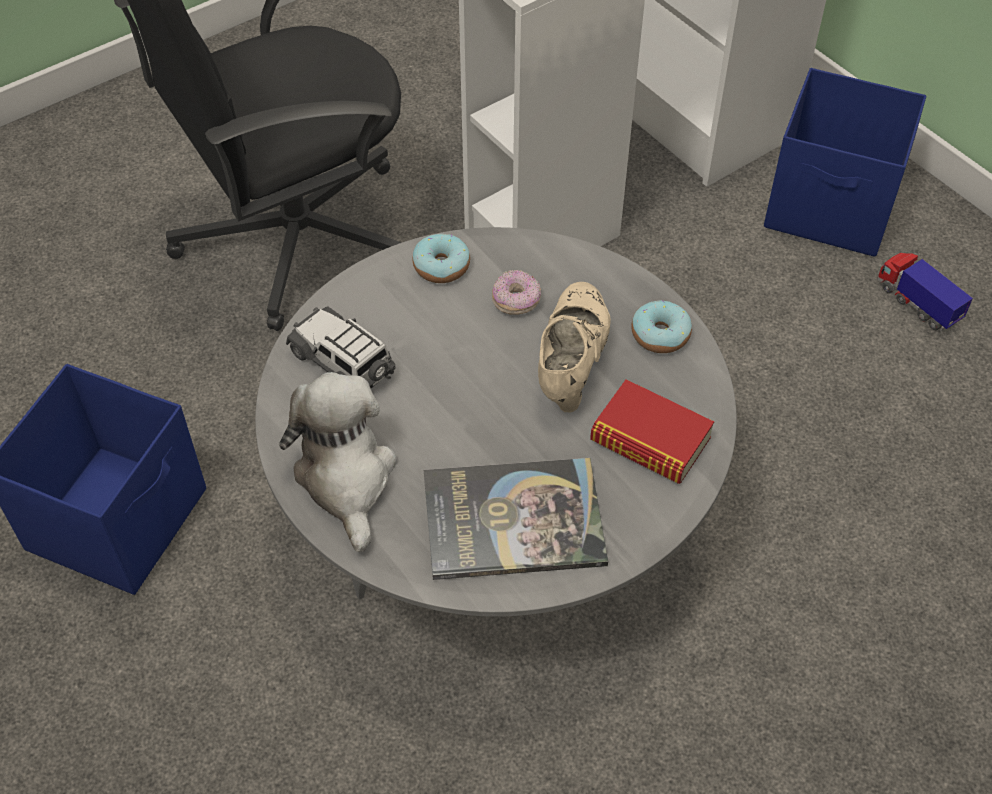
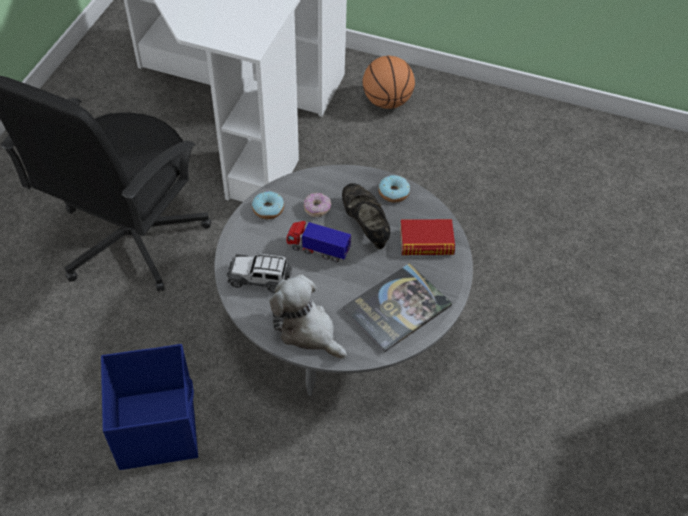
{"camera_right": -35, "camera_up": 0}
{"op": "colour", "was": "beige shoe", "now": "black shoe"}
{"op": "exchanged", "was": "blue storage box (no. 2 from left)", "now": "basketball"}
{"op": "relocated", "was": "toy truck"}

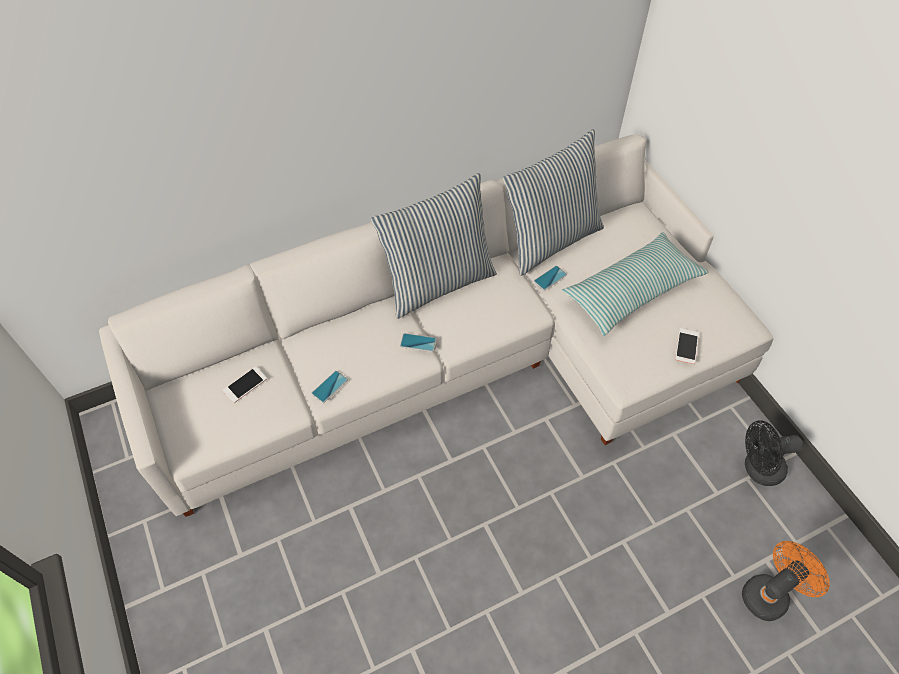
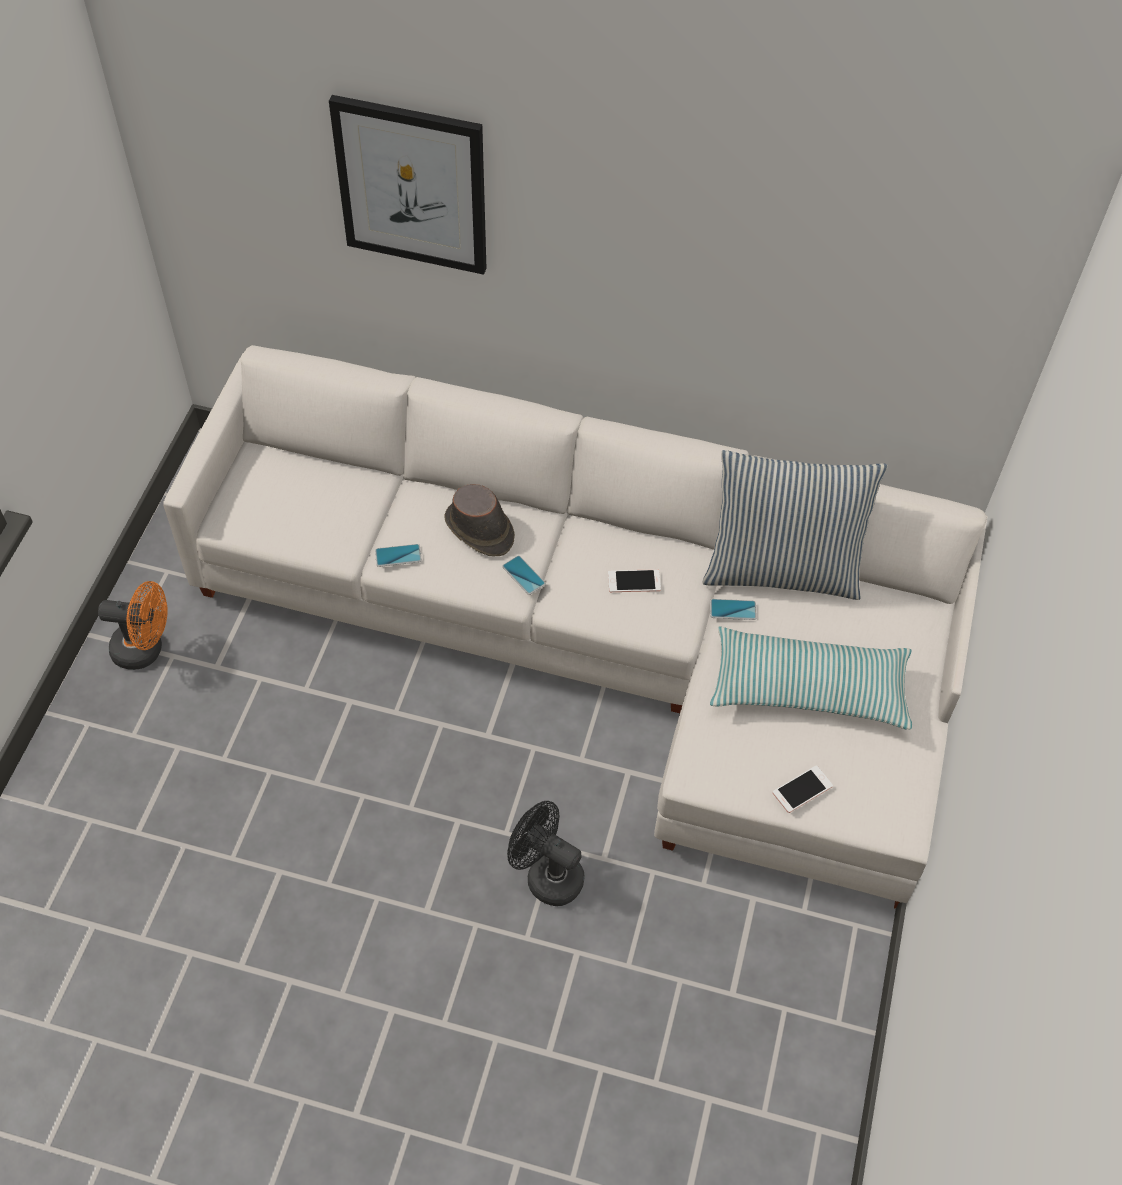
{"camera_right": 40, "camera_up": 0}
{"op": "relocated", "was": "phone (no. 1 from left in the first image)", "now": "phone (no. 3 from left)"}
{"op": "missing", "was": "pillow (no. 1 from left)"}
{"op": "relocated", "was": "orange fan"}
{"op": "relocated", "was": "black fan"}
{"op": "appeared", "now": "picture"}
{"op": "appeared", "now": "brown hat"}

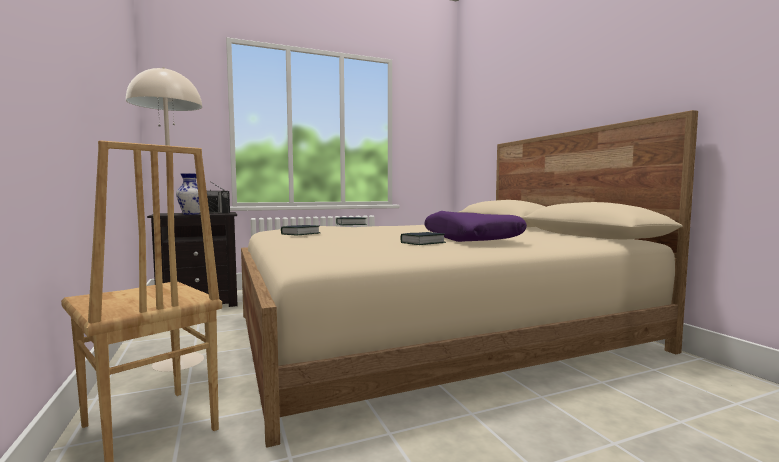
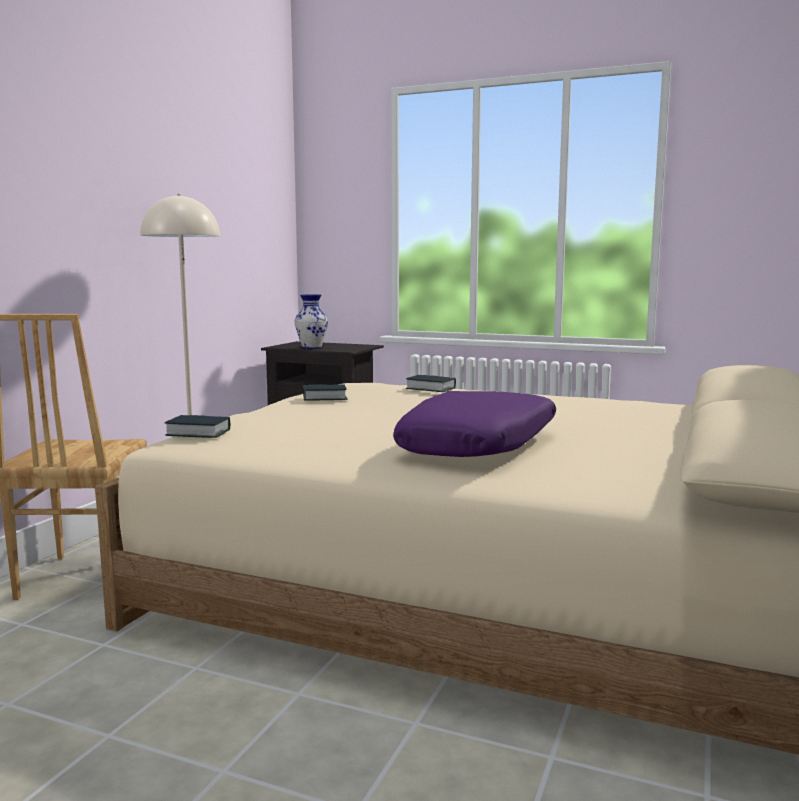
{"camera_right": 45, "camera_up": 5}
{"op": "missing", "was": "radio"}
{"op": "relocated", "was": "book (no. 3 from left in the first image)", "now": "book (no. 1 from left)"}

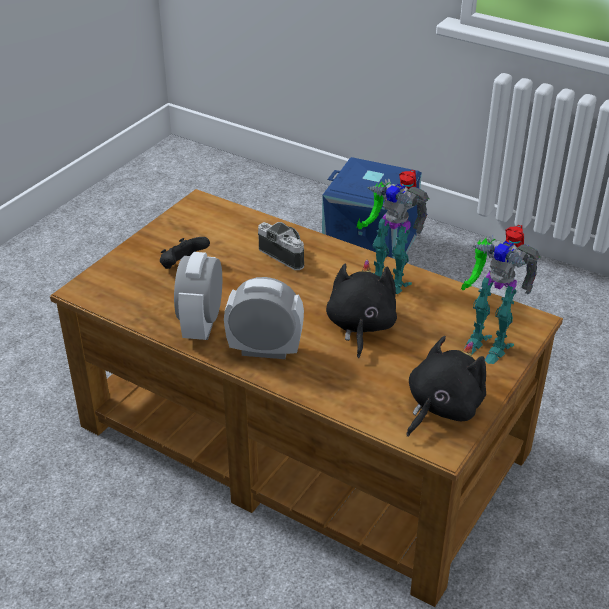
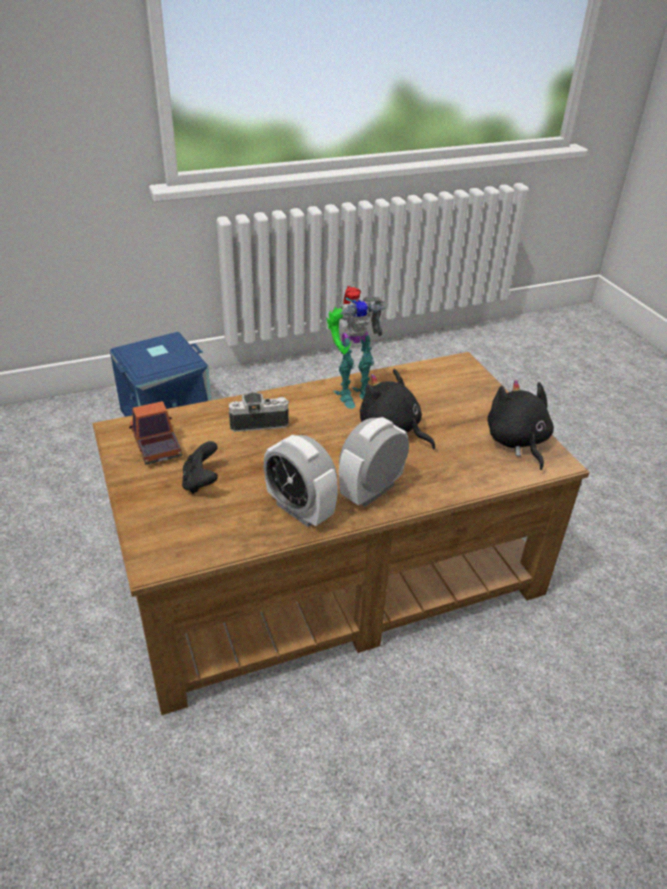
{"camera_right": -55, "camera_up": 0}
{"op": "missing", "was": "toy robot (no. 2 from left)"}
{"op": "appeared", "now": "toy truck"}

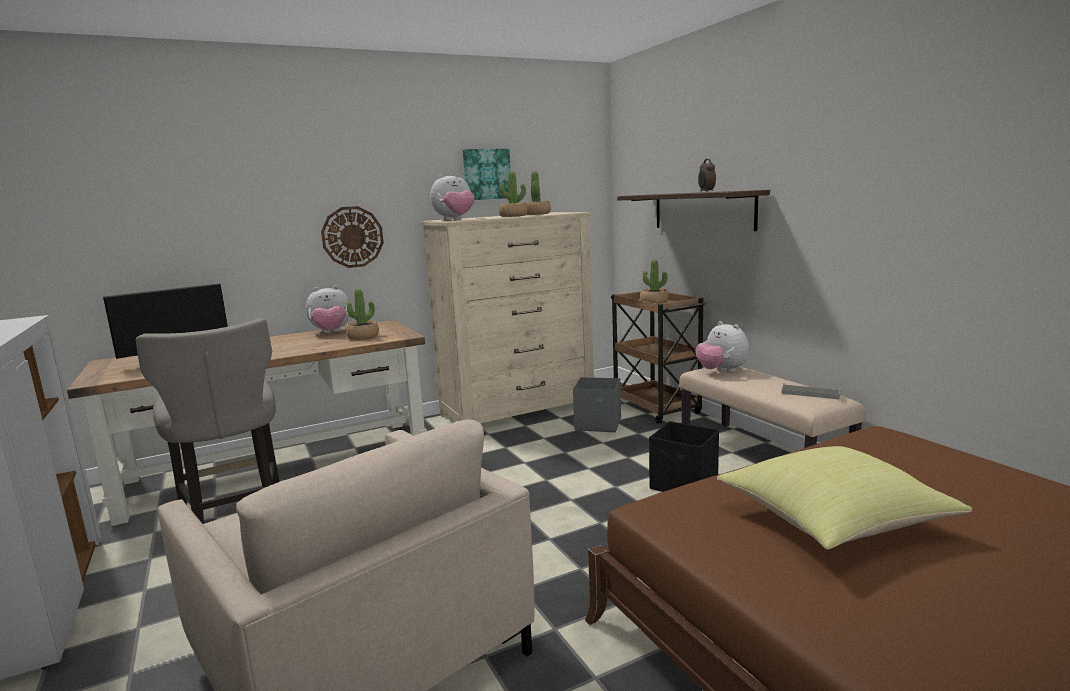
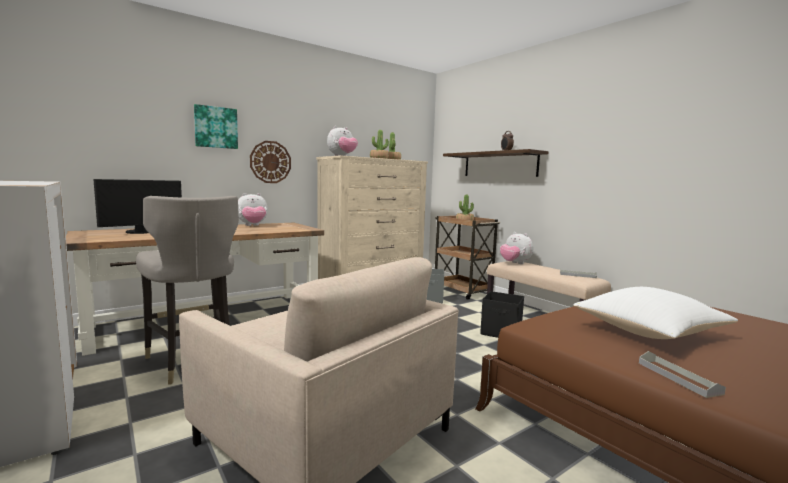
{"camera_right": -10, "camera_up": -5}
{"op": "missing", "was": "potted plant (no. 1 from left)"}
{"op": "relocated", "was": "picture"}
{"op": "colour", "was": "yellow pillow", "now": "white pillow"}
{"op": "appeared", "now": "grey tray (no. 2 from left)"}

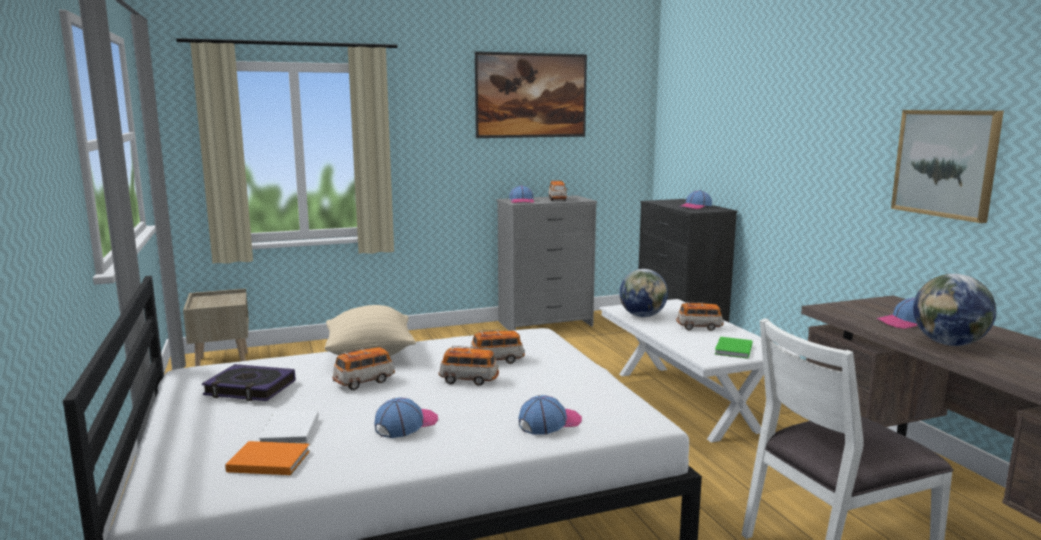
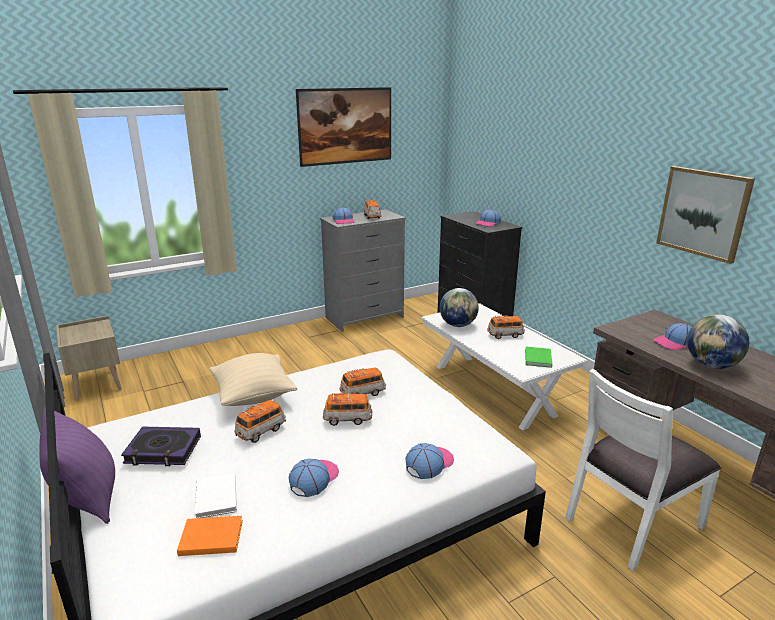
{"camera_right": -10, "camera_up": 10}
{"op": "appeared", "now": "purple pillow"}

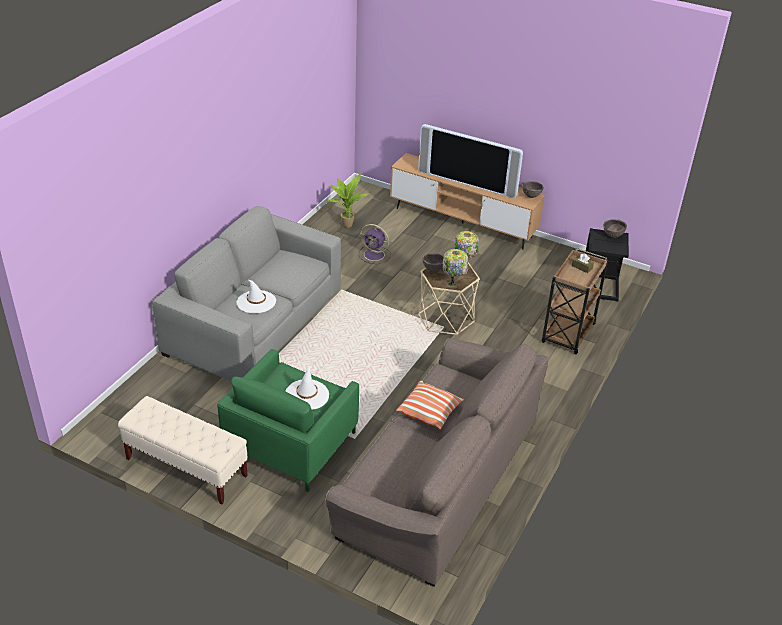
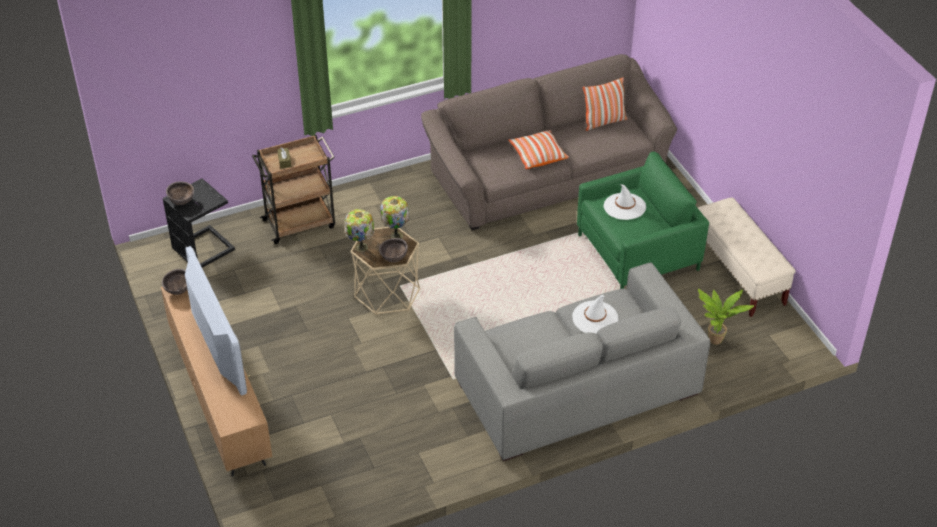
{"camera_right": -140, "camera_up": 5}
{"op": "relocated", "was": "potted plant"}
{"op": "missing", "was": "purple fan"}
{"op": "appeared", "now": "pillow (no. 2 from left)"}

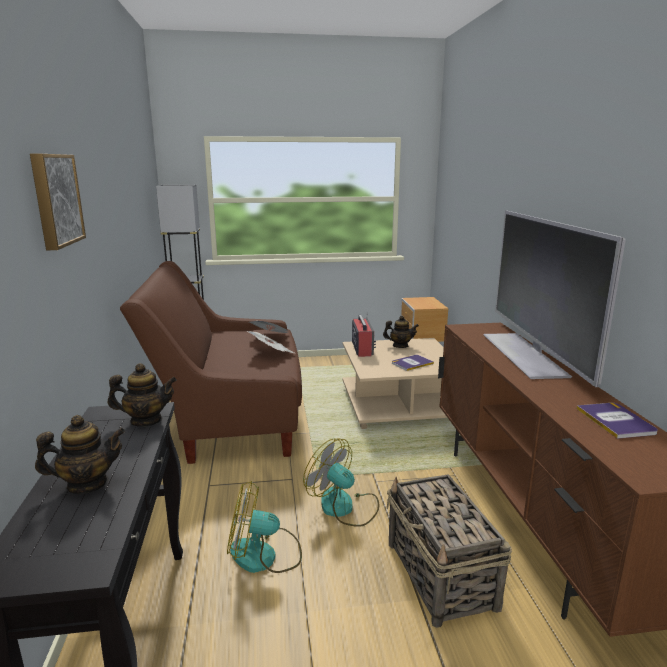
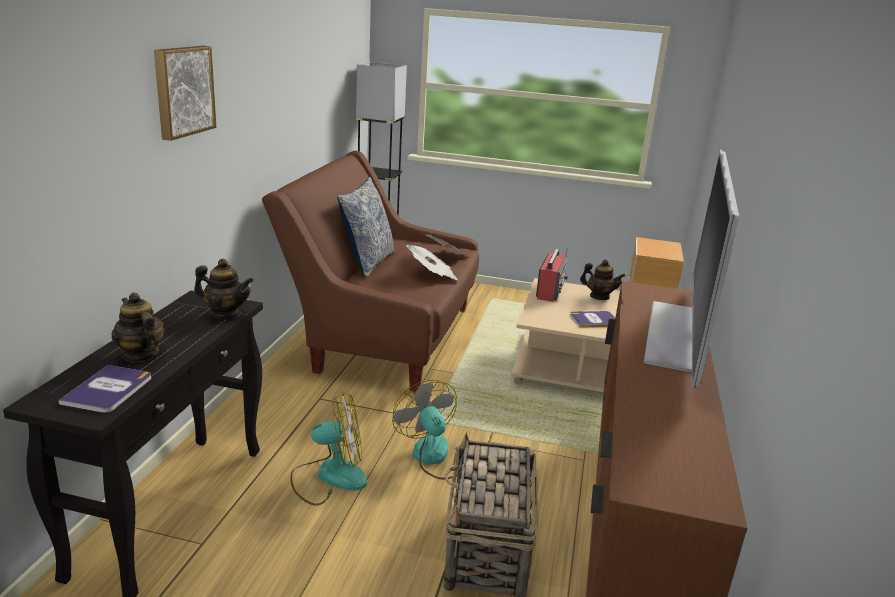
{"camera_right": 20, "camera_up": 5}
{"op": "spun", "was": "teapot (no. 1 from left)", "clockwise": -135}
{"op": "spun", "was": "fan (no. 1 from left)", "clockwise": 150}
{"op": "relocated", "was": "book (no. 2 from left in the first image)", "now": "book (no. 1 from left)"}
{"op": "appeared", "now": "pillow"}

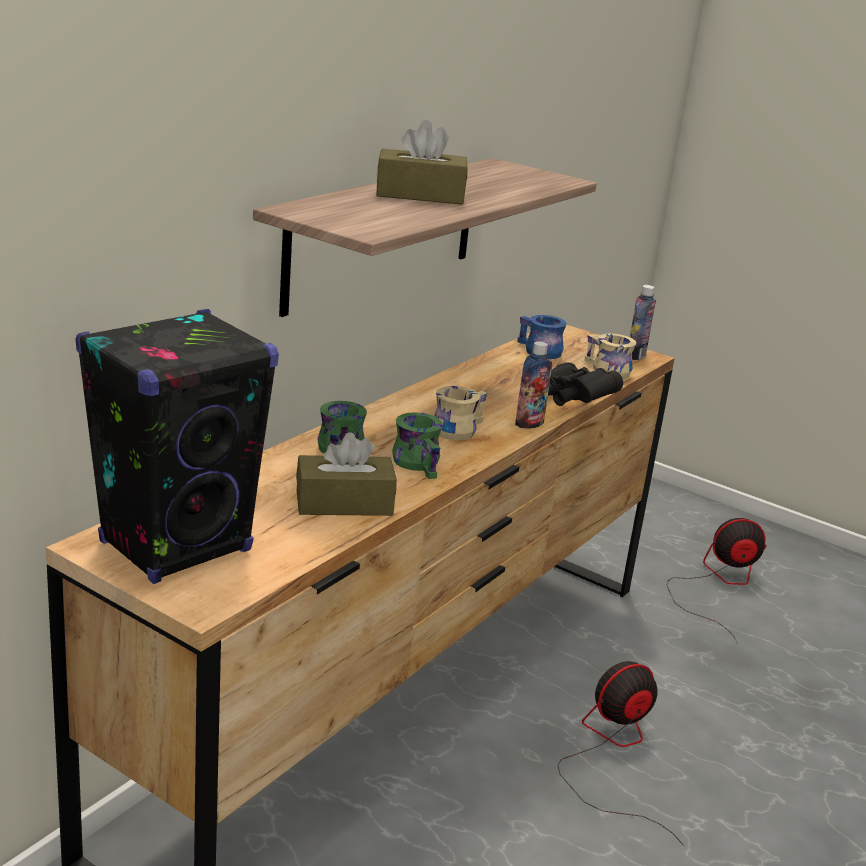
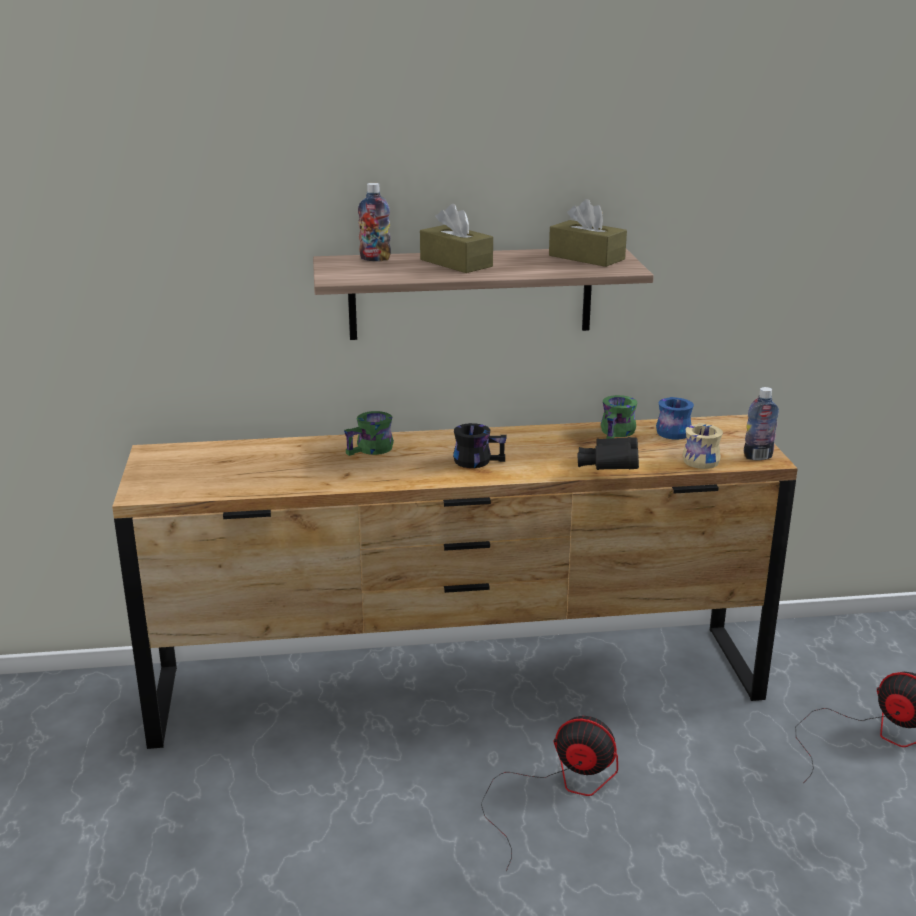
{"camera_right": 50, "camera_up": 0}
{"op": "missing", "was": "black speaker"}
{"op": "relocated", "was": "brown tissue box (no. 1 from left in the first image)", "now": "brown tissue box (no. 2 from left)"}
{"op": "relocated", "was": "green mug (no. 2 from left)"}
{"op": "colour", "was": "beige mug (no. 1 from left)", "now": "black mug"}
{"op": "relocated", "was": "bottle (no. 1 from left)"}

